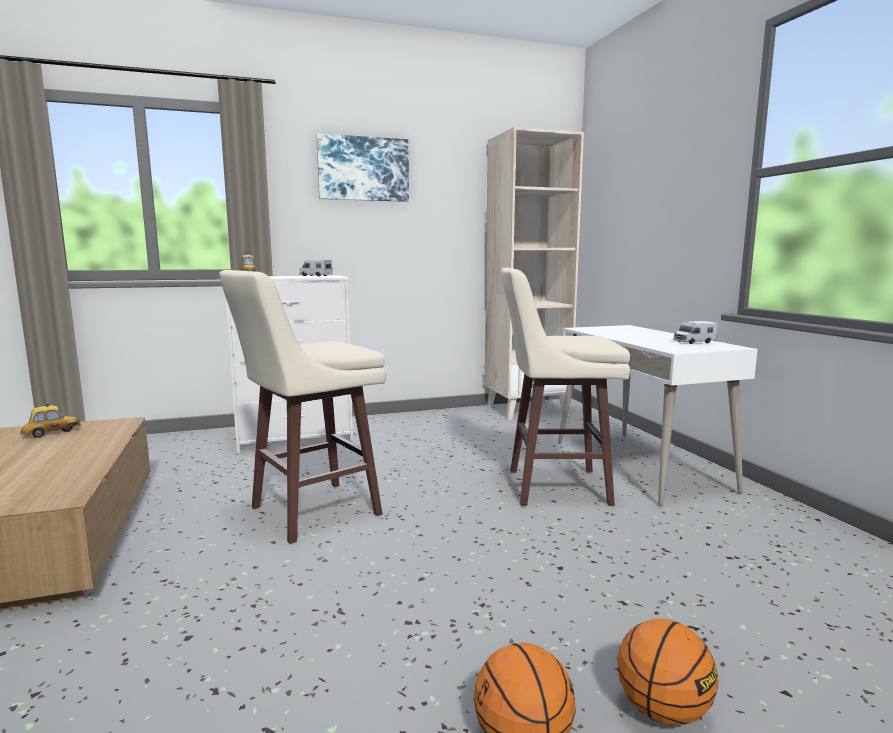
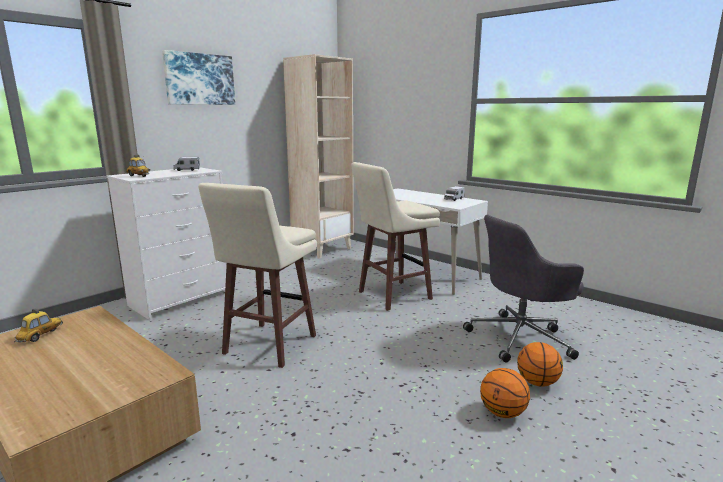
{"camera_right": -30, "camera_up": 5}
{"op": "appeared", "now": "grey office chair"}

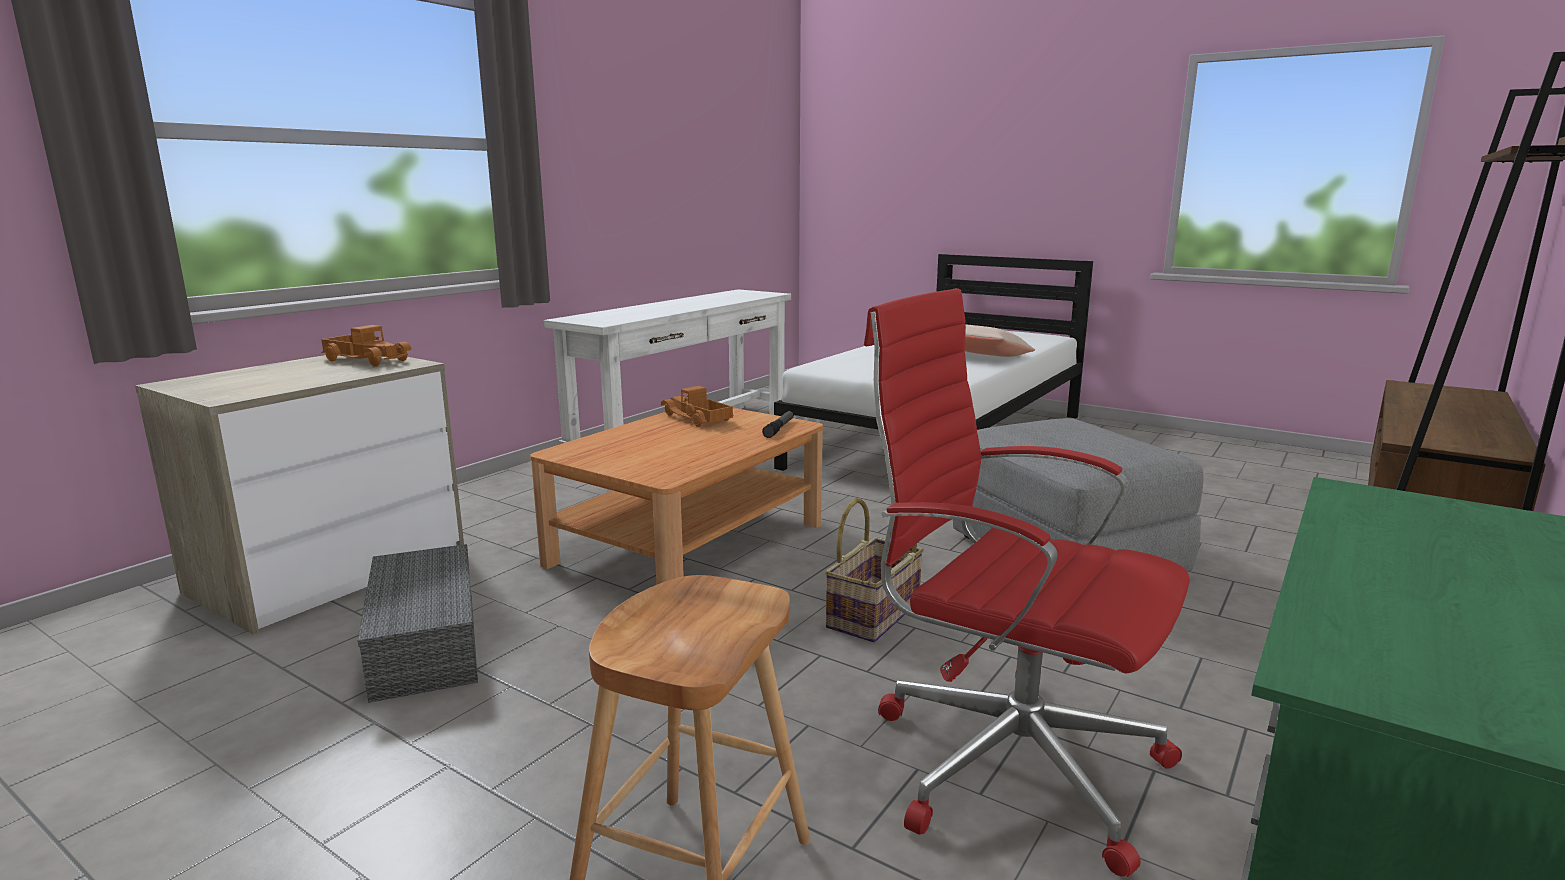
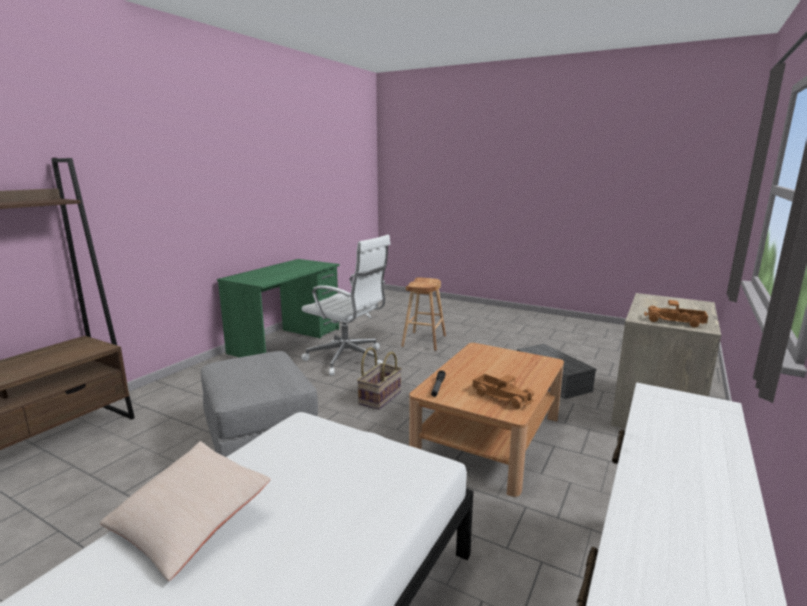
{"camera_right": 175, "camera_up": 0}
{"op": "colour", "was": "red office chair", "now": "white office chair"}

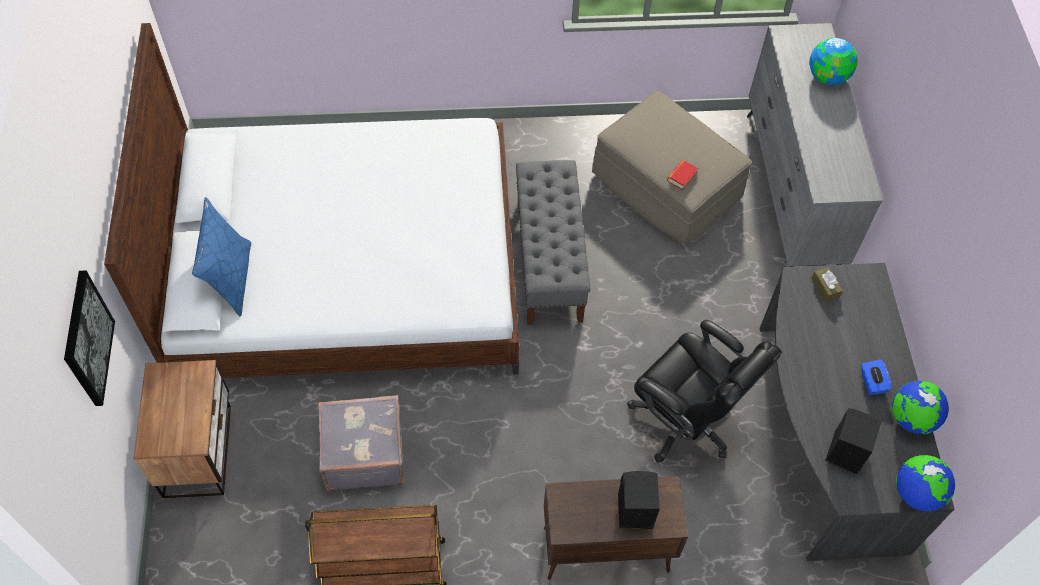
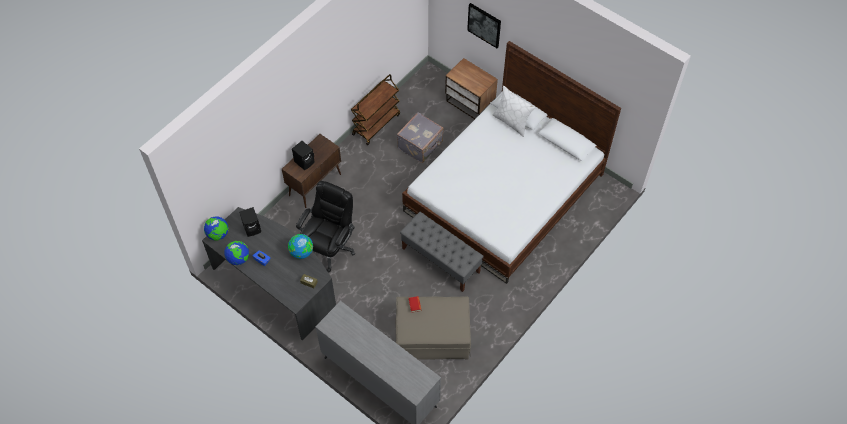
{"camera_right": 135, "camera_up": 0}
{"op": "colour", "was": "blue pillow", "now": "white pillow"}
{"op": "spun", "was": "black office chair", "clockwise": 120}
{"op": "relocated", "was": "globe (no. 1 from left in the first image)", "now": "globe (no. 3 from left)"}

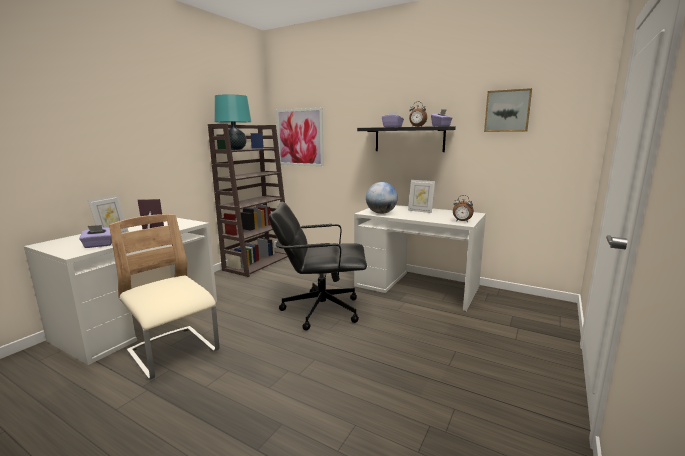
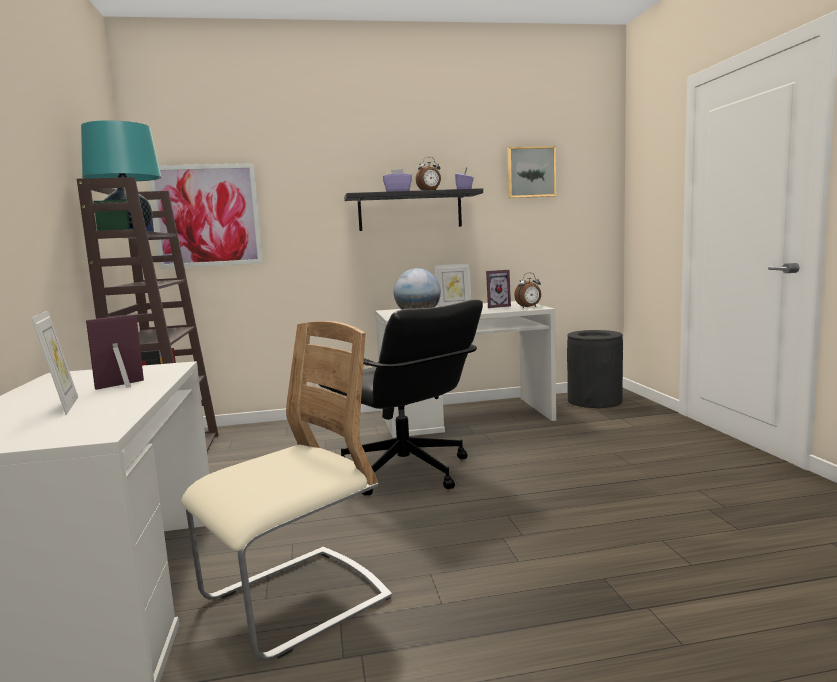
{"camera_right": -40, "camera_up": -5}
{"op": "missing", "was": "purple tissue box (no. 1 from left)"}
{"op": "spun", "was": "beige chair", "clockwise": 135}
{"op": "spun", "was": "black office chair", "clockwise": -90}
{"op": "appeared", "now": "picture frame (no. 4 from left)"}
{"op": "appeared", "now": "black trash can"}

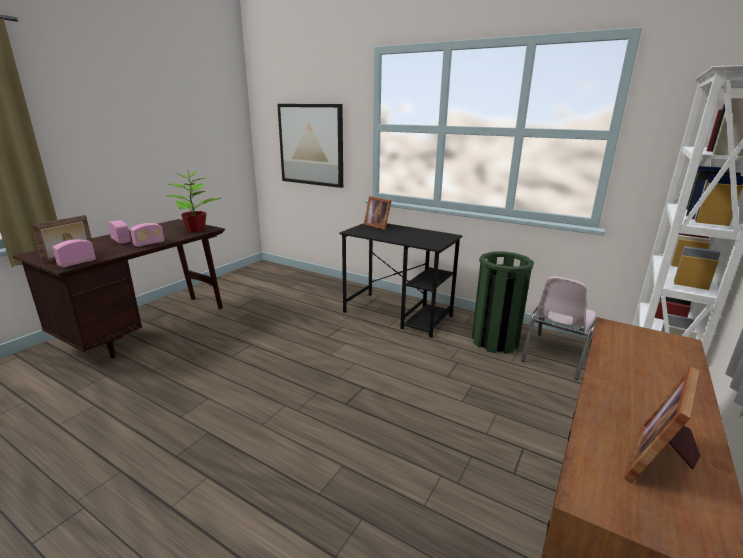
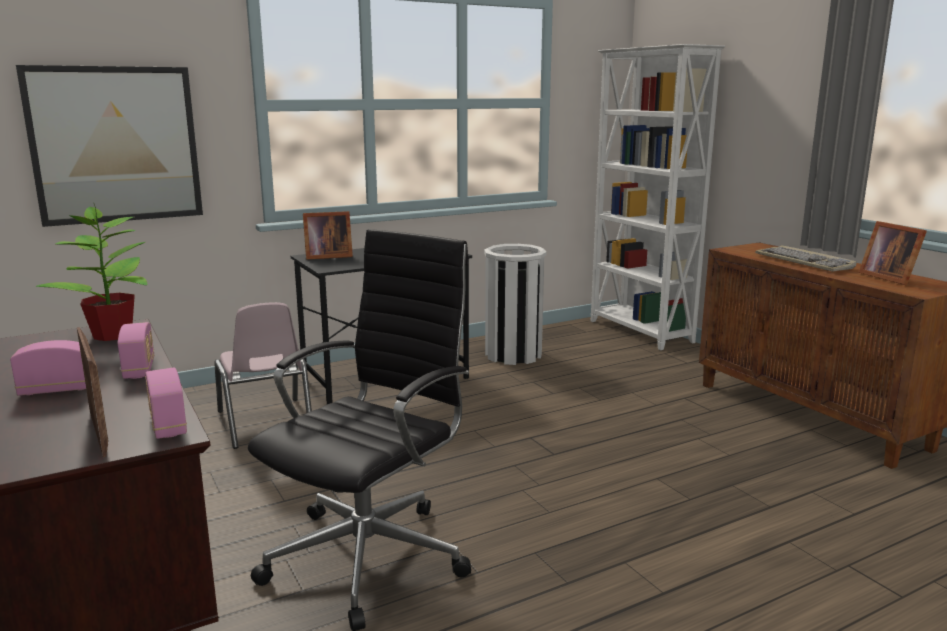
{"camera_right": -60, "camera_up": -5}
{"op": "colour", "was": "green trash can", "now": "white trash can"}
{"op": "relocated", "was": "pink chair"}
{"op": "appeared", "now": "black office chair"}
{"op": "appeared", "now": "keyboard"}

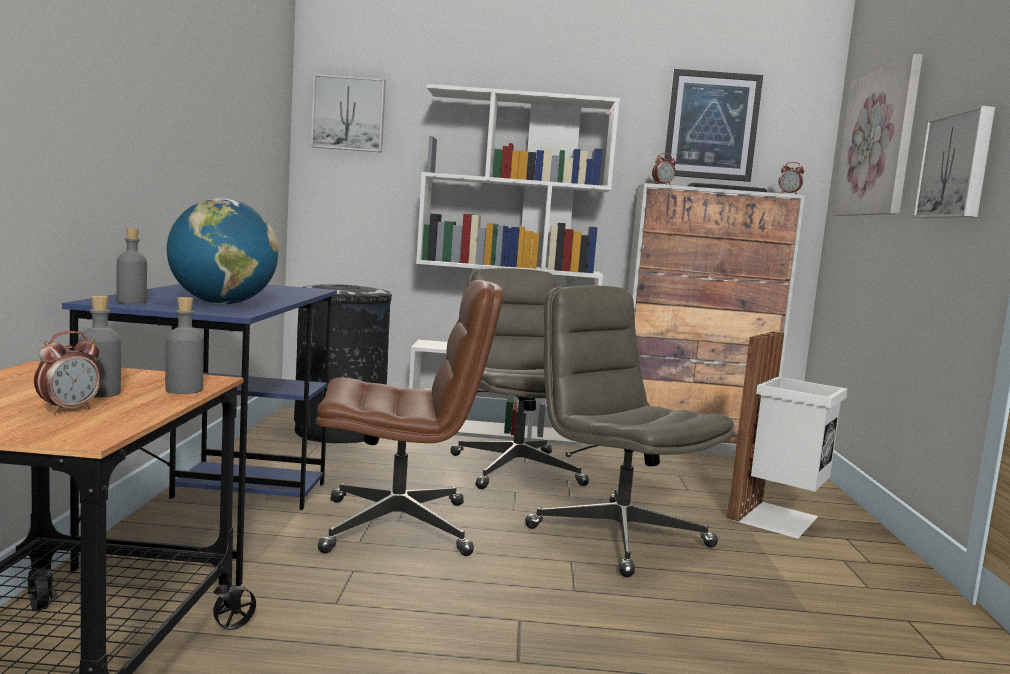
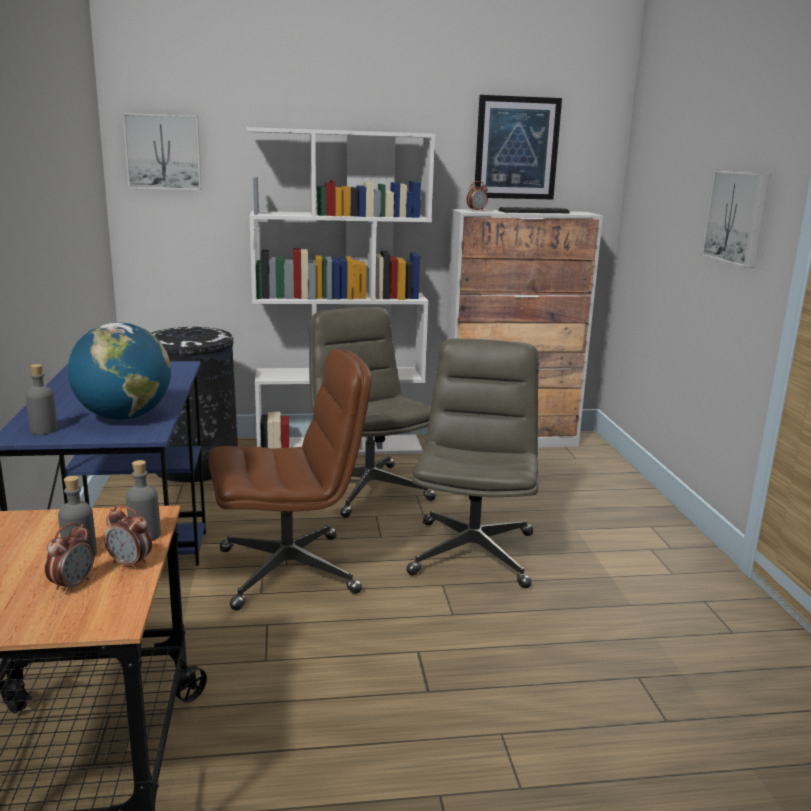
{"camera_right": -10, "camera_up": 10}
{"op": "spun", "was": "grey office chair (no. 2 from left)", "clockwise": 60}
{"op": "missing", "was": "white trash can"}
{"op": "relocated", "was": "alarm clock (no. 3 from left in the first image)", "now": "alarm clock (no. 2 from left)"}
{"op": "missing", "was": "picture (no. 3 from left)"}

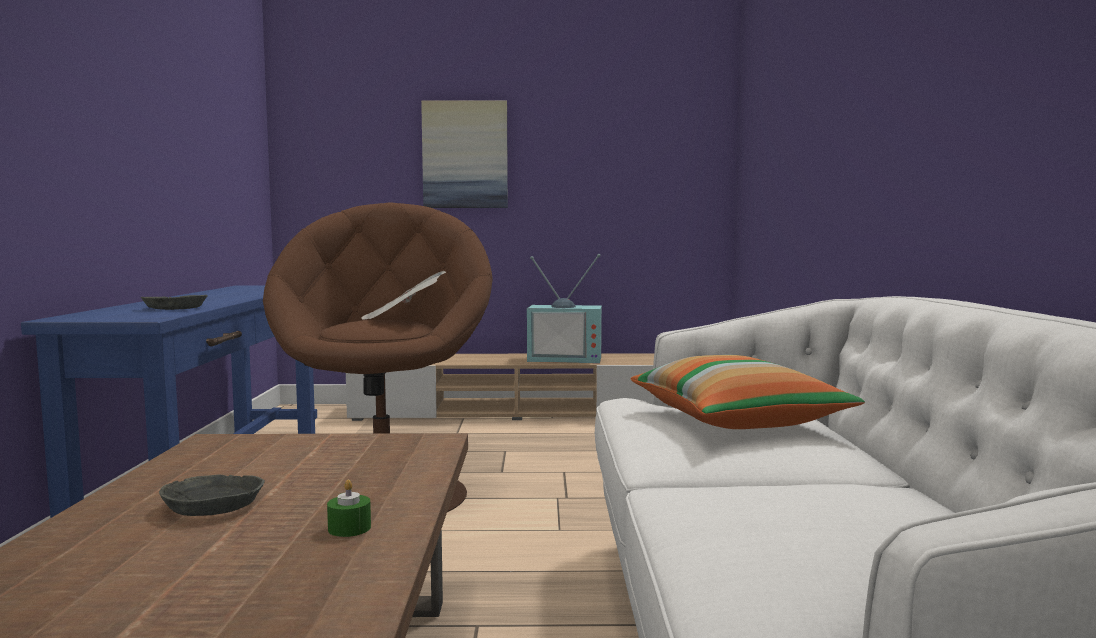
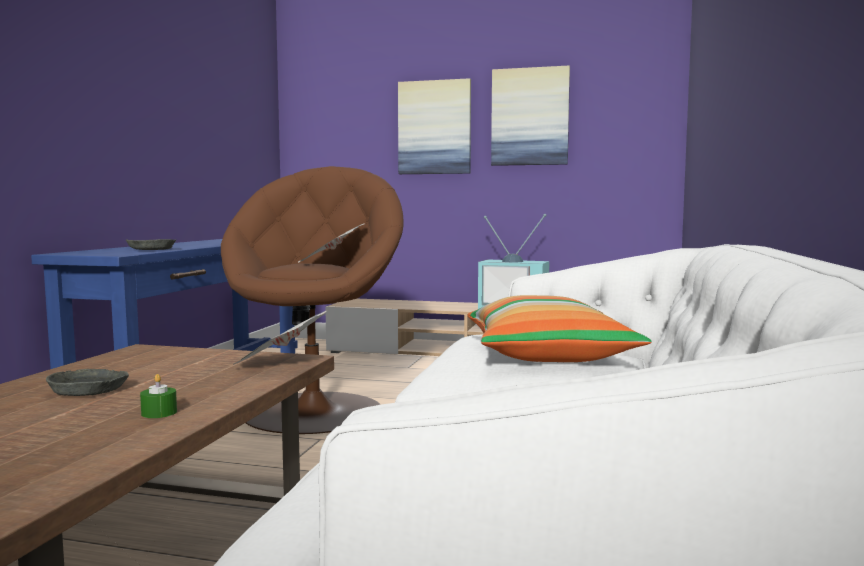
{"camera_right": 15, "camera_up": 0}
{"op": "appeared", "now": "newspaper (no. 1 from left)"}
{"op": "appeared", "now": "picture (no. 2 from left)"}

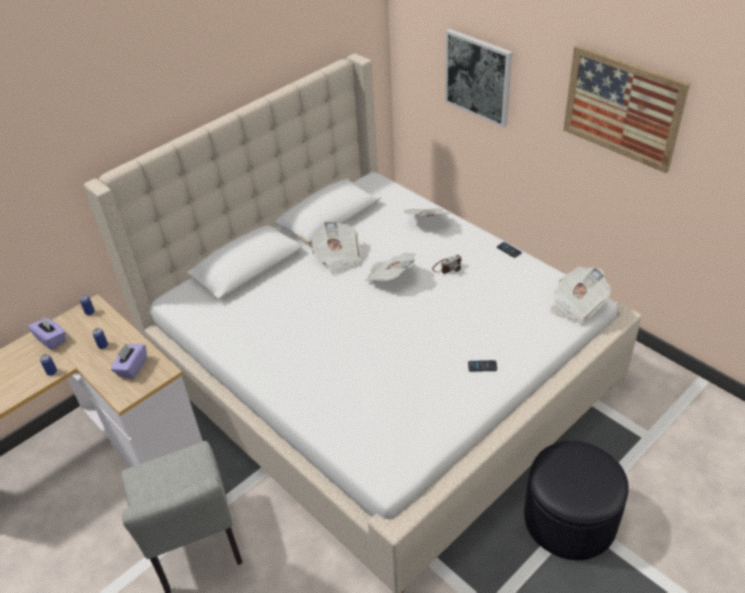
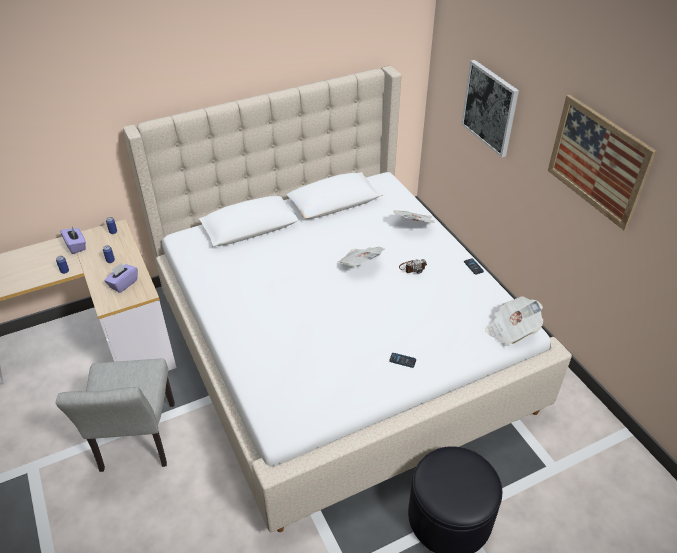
{"camera_right": 15, "camera_up": 0}
{"op": "missing", "was": "newspaper (no. 1 from left)"}

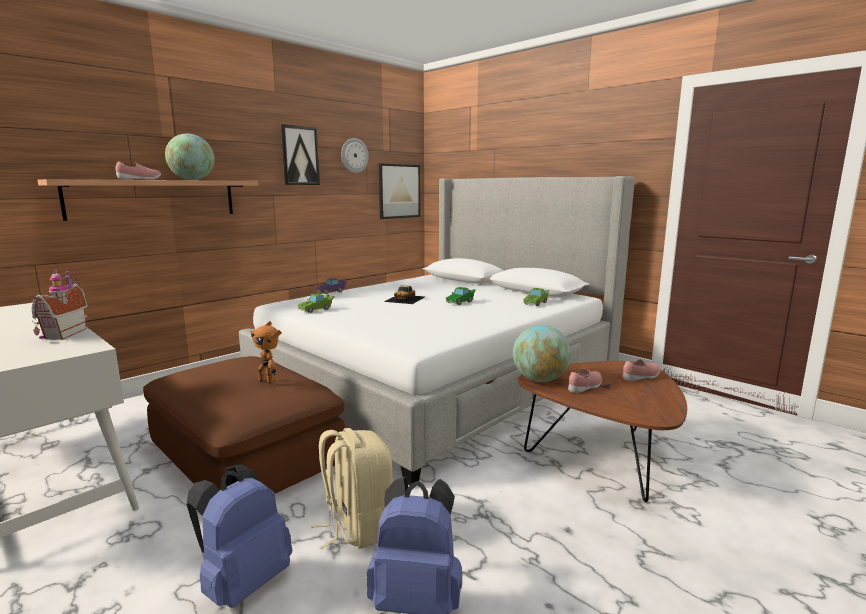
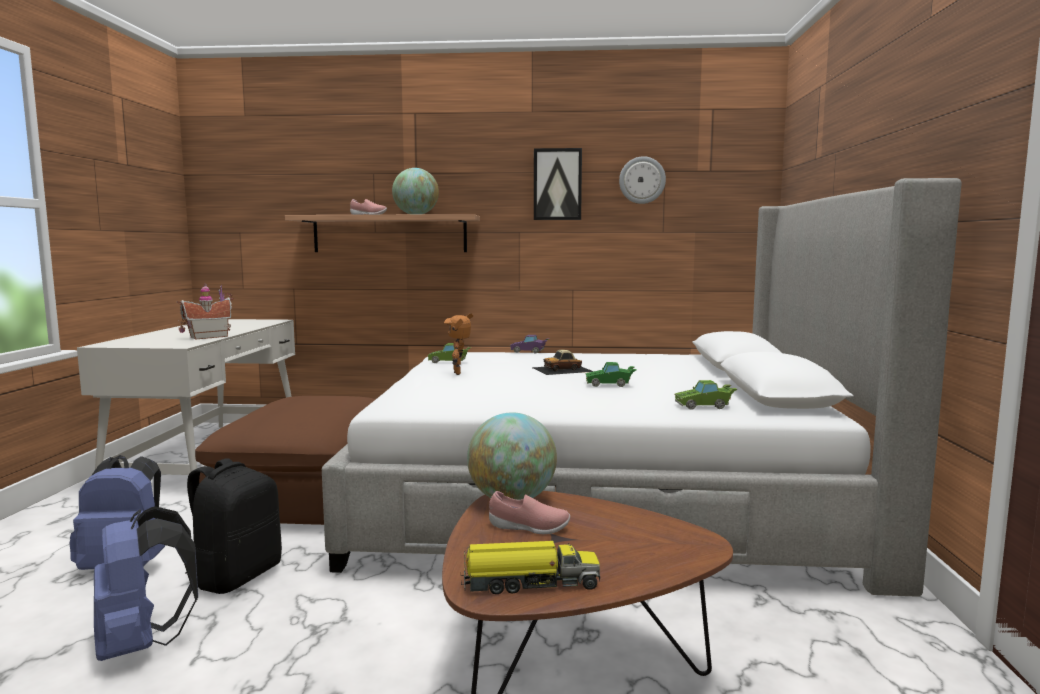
{"camera_right": 50, "camera_up": -5}
{"op": "relocated", "was": "toy robot"}
{"op": "colour", "was": "beige backpack", "now": "black backpack"}
{"op": "missing", "was": "picture (no. 2 from left)"}
{"op": "missing", "was": "pink shoe (no. 3 from left)"}
{"op": "appeared", "now": "toy truck"}

